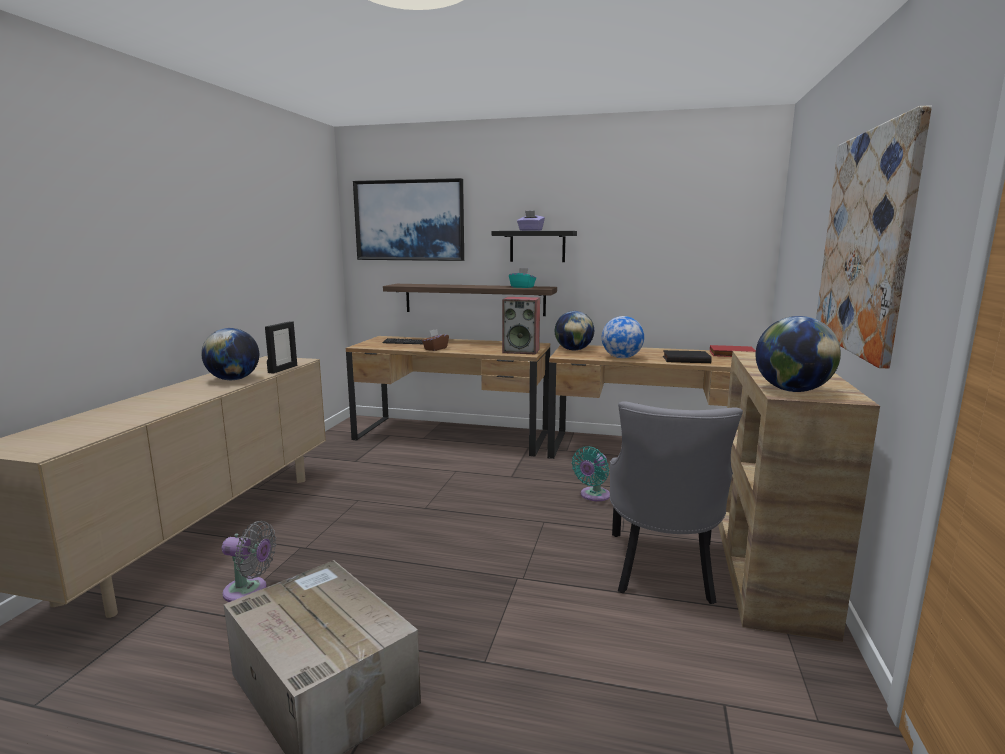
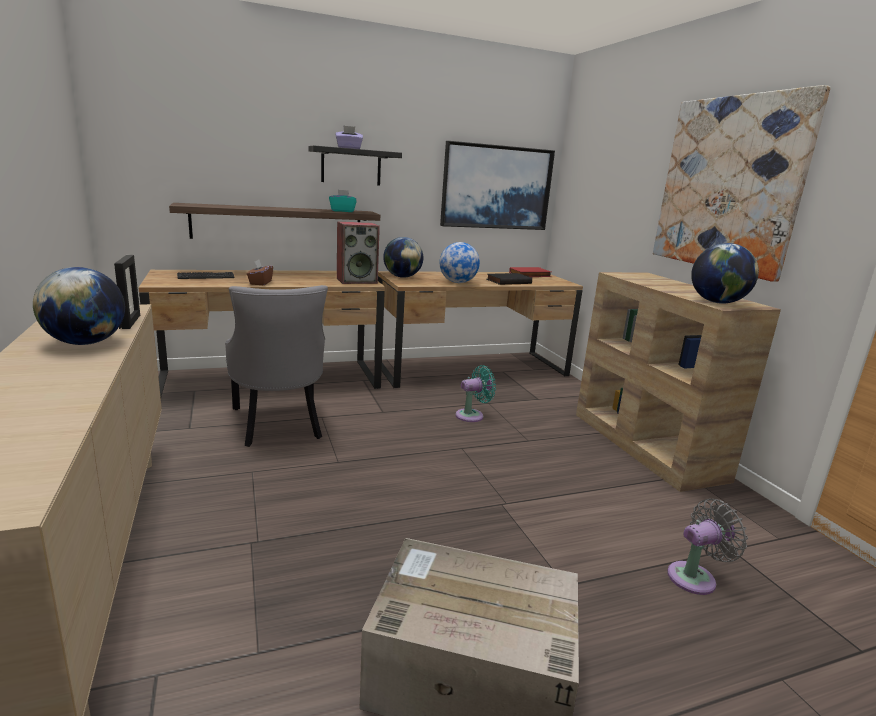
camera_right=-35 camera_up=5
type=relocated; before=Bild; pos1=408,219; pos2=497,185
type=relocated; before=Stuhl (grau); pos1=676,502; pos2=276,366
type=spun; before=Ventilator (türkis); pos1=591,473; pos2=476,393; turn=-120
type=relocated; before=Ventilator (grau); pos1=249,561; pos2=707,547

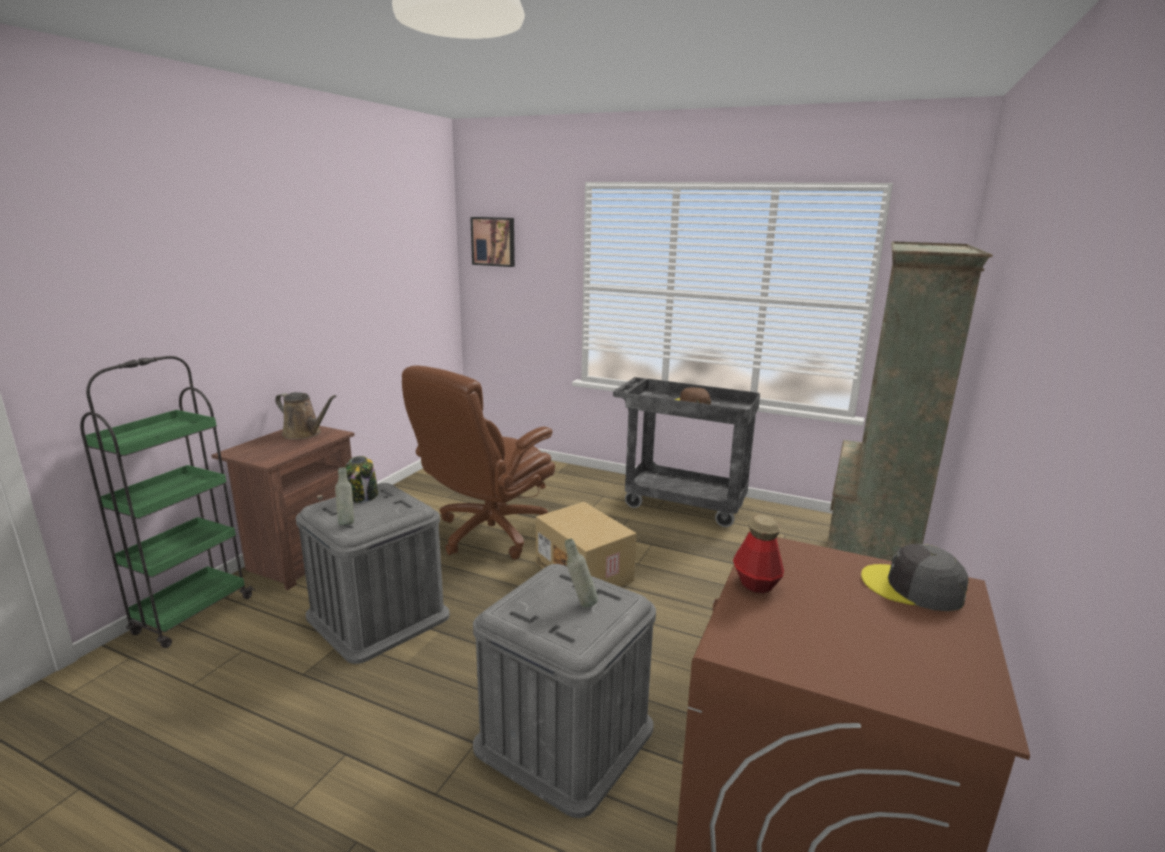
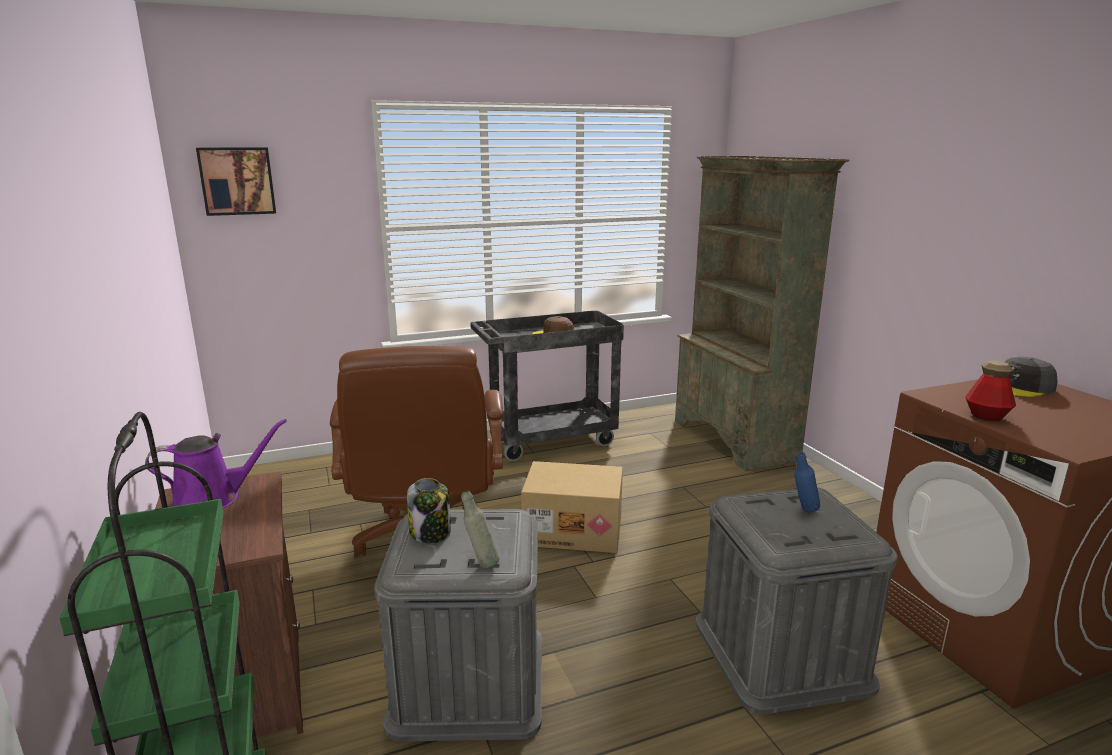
camera_right=-45 camera_up=0
type=colour; before=Gießkanne (braun); after=Gießkanne (lila); pos1=305,416; pos2=216,463
type=colour; before=Flasche (grau); after=Flasche (blau); pos1=581,573; pos2=807,481

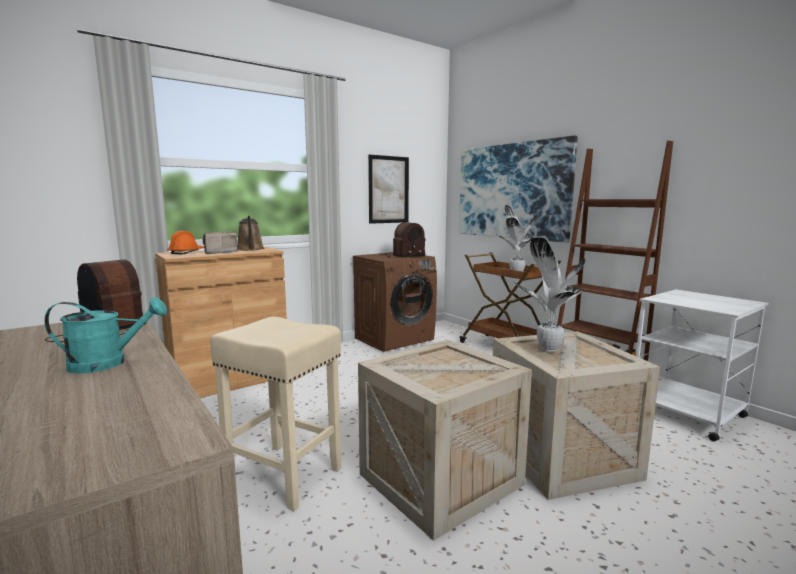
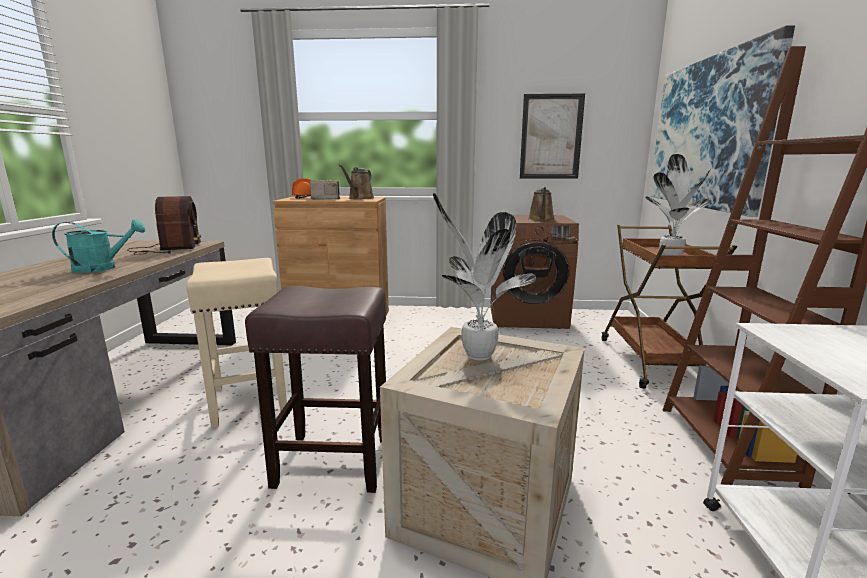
camera_right=40 camera_up=5
type=exchanged; before=Radio; after=Gießkanne (braun); pos1=402,240; pos2=541,204
type=spun; before=Gießkanne (türkis); pos1=105,335; pos2=98,246; turn=-45
type=exchanged; before=Kiste; after=Hocker (braun); pos1=445,440; pos2=315,389

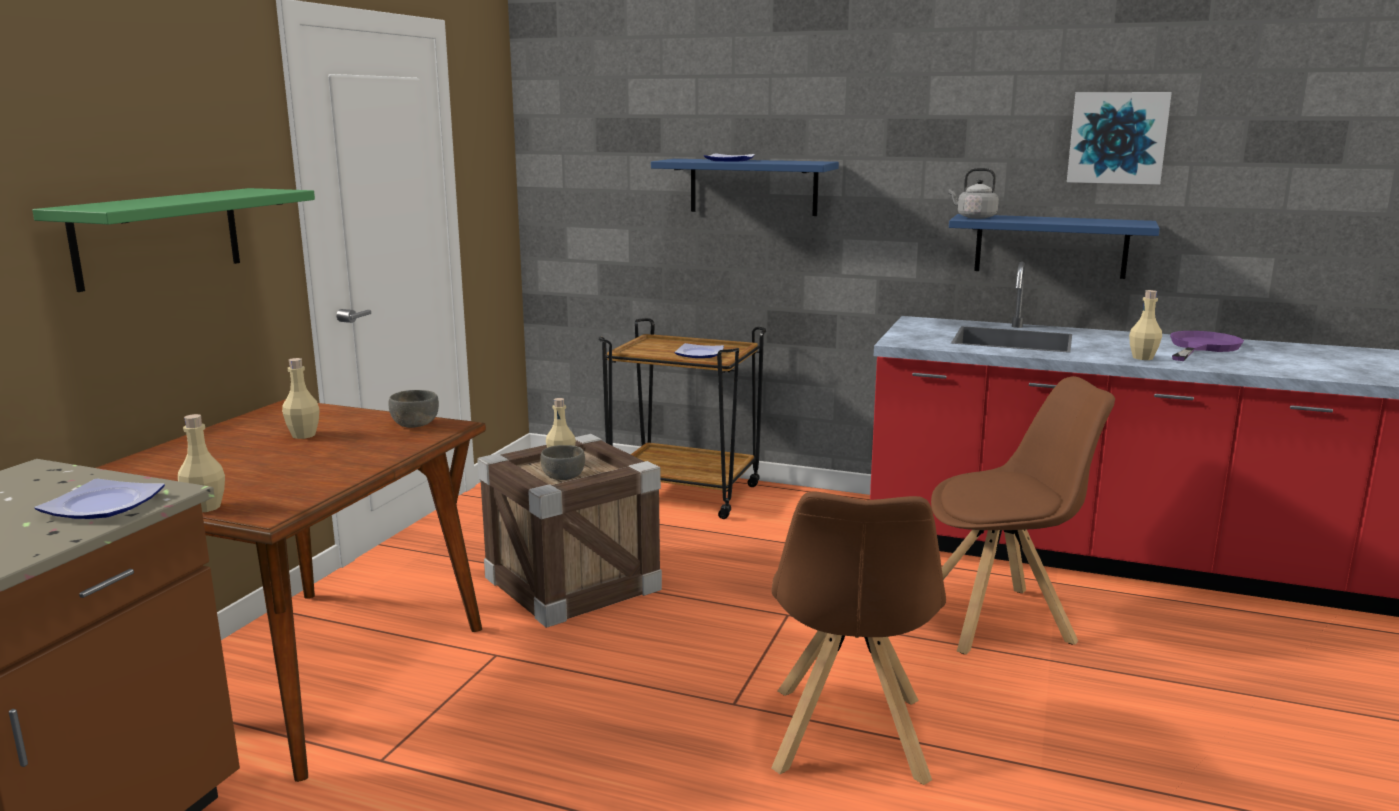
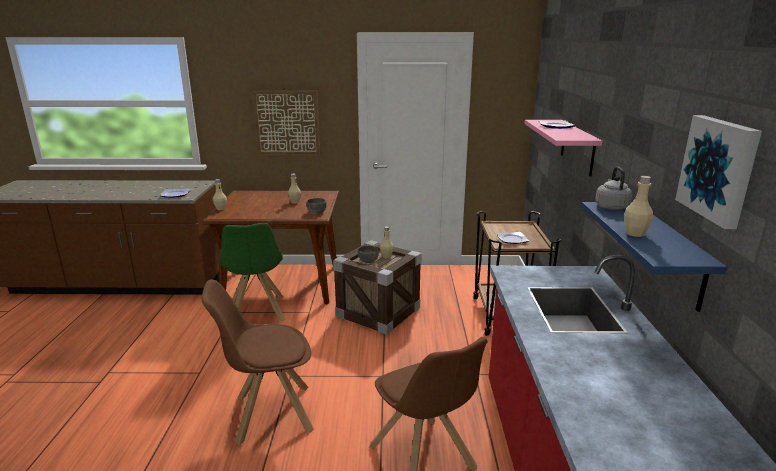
camera_right=70 camera_up=5
type=colour; before=Wandregal (blau); after=Wandregal (rosa); pos1=745,187; pos2=563,148
type=exchanged; before=Wandregal (grün); after=Bild; pos1=173,240; pos2=286,121
type=relocated; before=Flasche (beige); pos1=1145,325; pos2=638,206
type=missing; before=Pfanne (lila); pos1=1207,346
type=appeared; after=Stuhl (grün); pos2=253,272

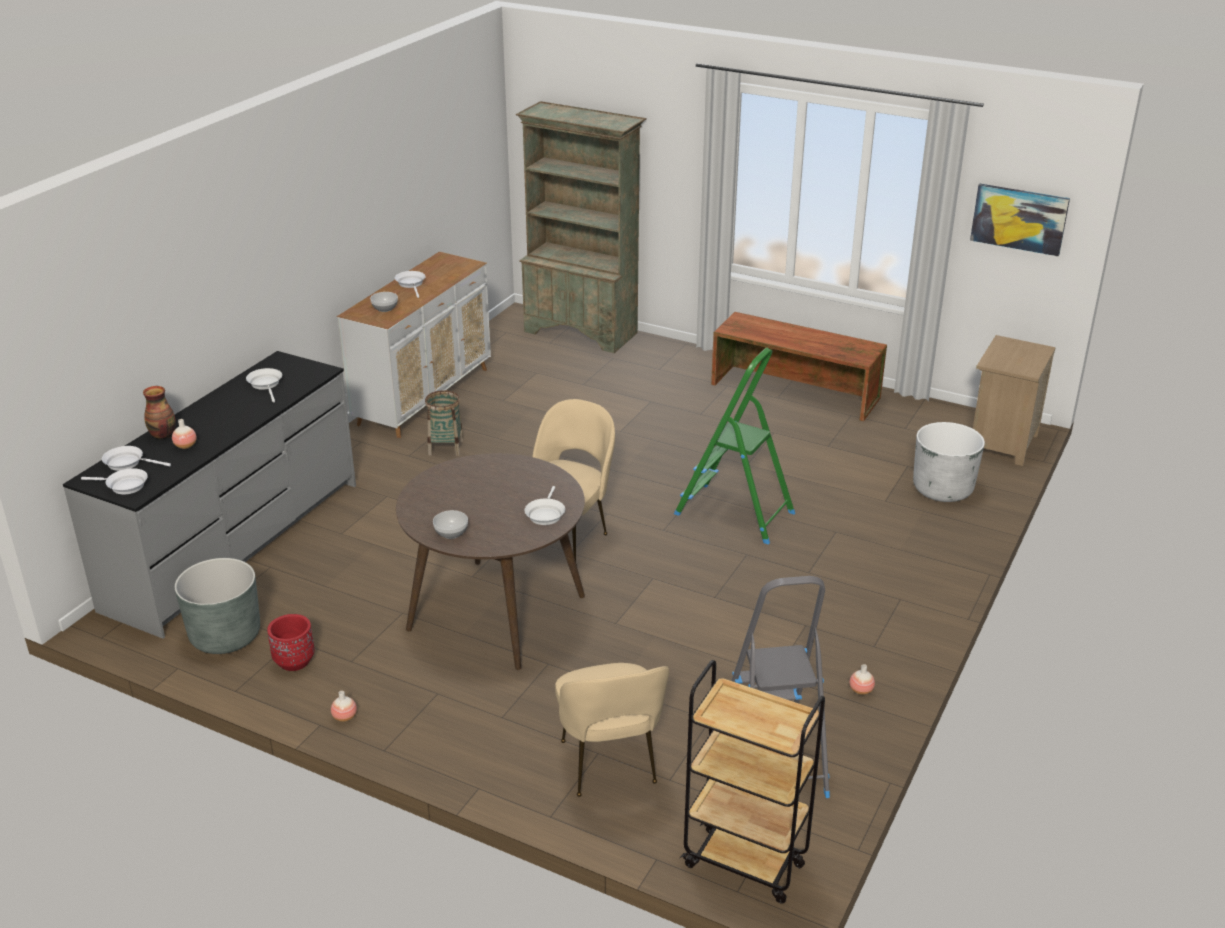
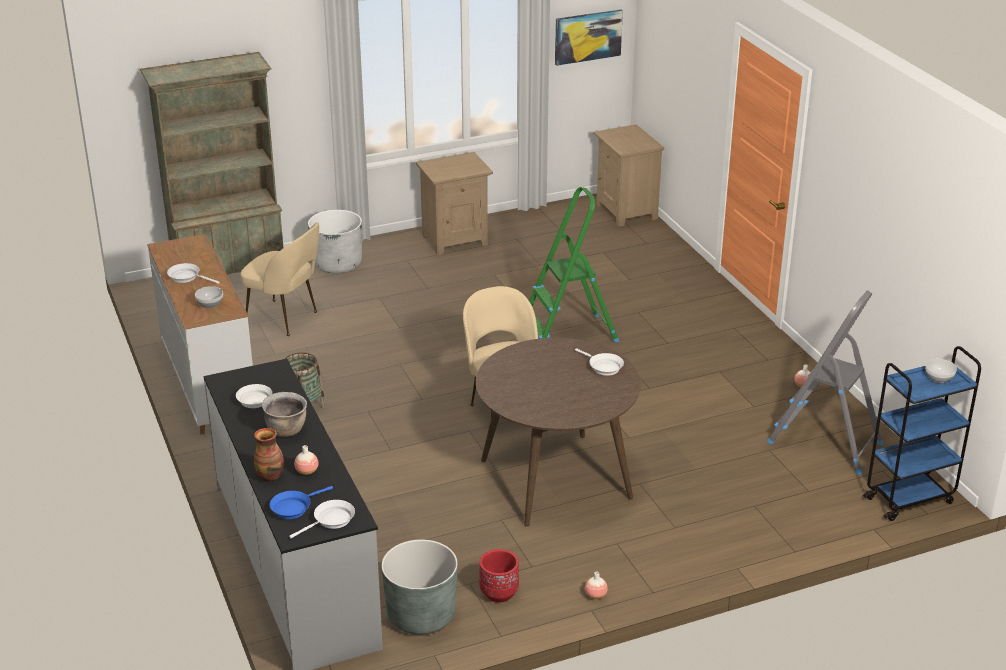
camera_right=-50 camera_up=0
type=exchanged; before=Bank (braun); after=Nachttisch (beige); pos1=799,366; pos2=454,203
type=relocated; before=Pflanzkübel (weiß); pos1=949,462; pos2=335,241
type=colour; before=Pfanne (weiß); after=Pfanne (blau); pos1=136,458; pos2=301,502
type=relocated; before=Schüssel; pos1=450,524; pos2=941,371
type=colour; before=Rollwagen (braun); after=Rollwagen (blau); pos1=752,782; pos2=922,433
type=relocated; before=Stuhl (beige); pos1=612,730; pos2=280,279
type=appeared; after=Kochtopf (braun); pos2=284,414

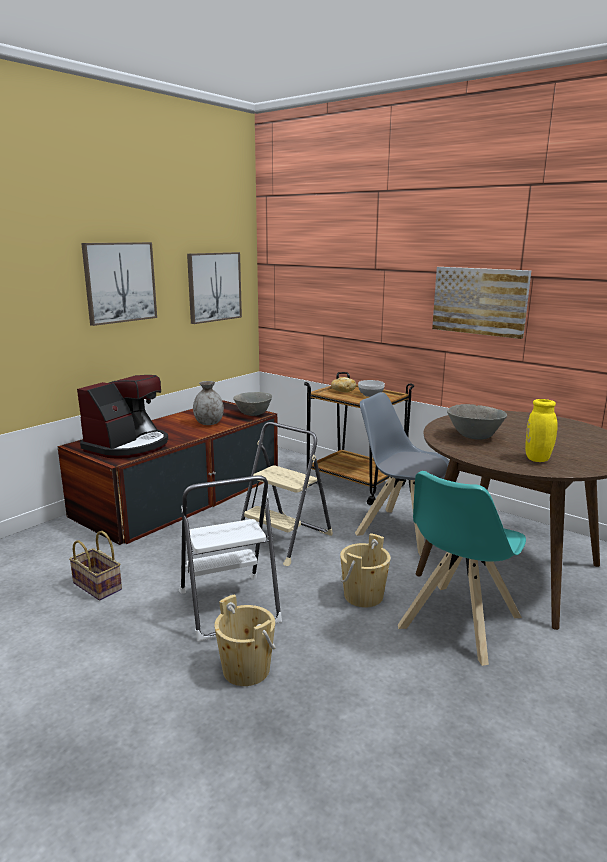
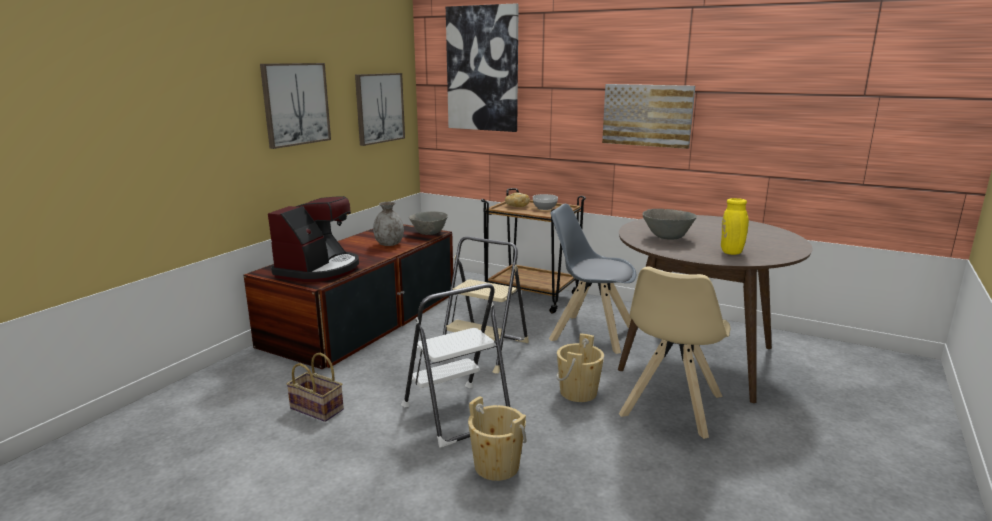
camera_right=-10 camera_up=0
type=colour; before=Stuhl (türkis); after=Stuhl (beige); pos1=462,568; pos2=674,353
type=appeared; after=Bild; pos2=482,67

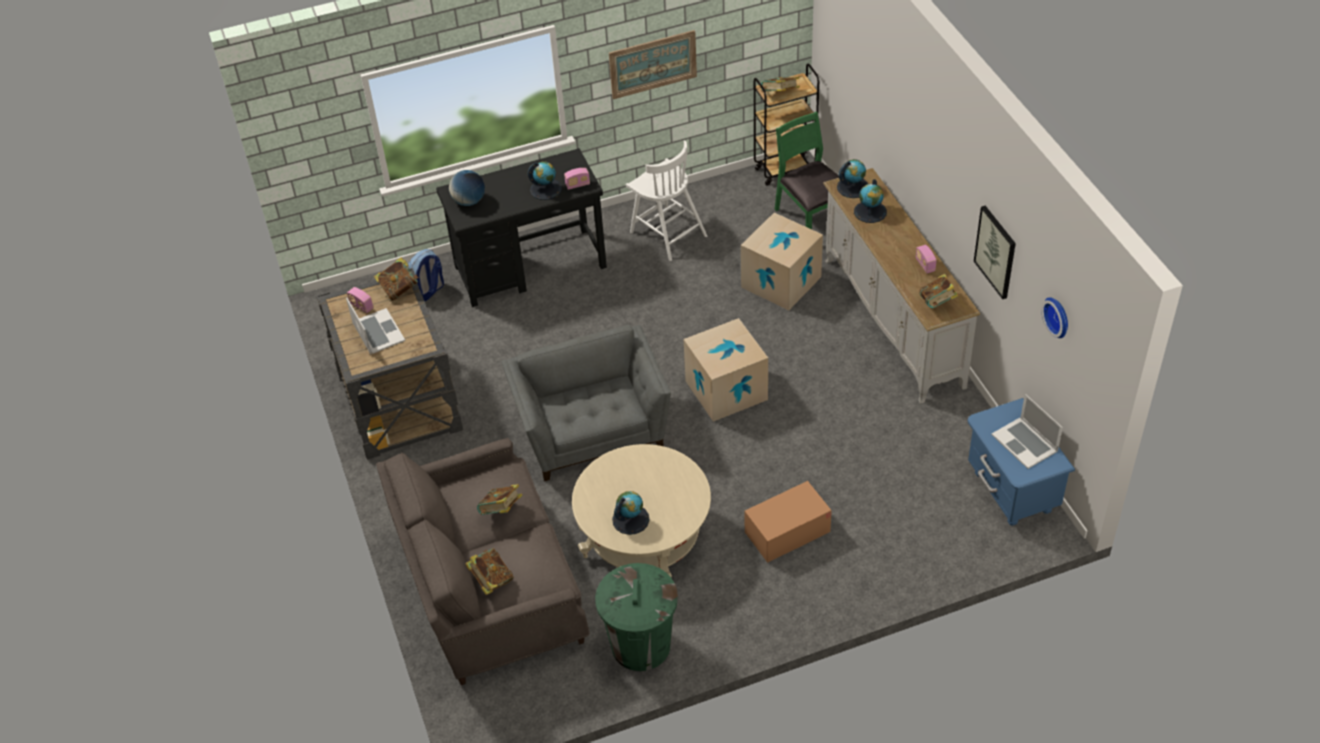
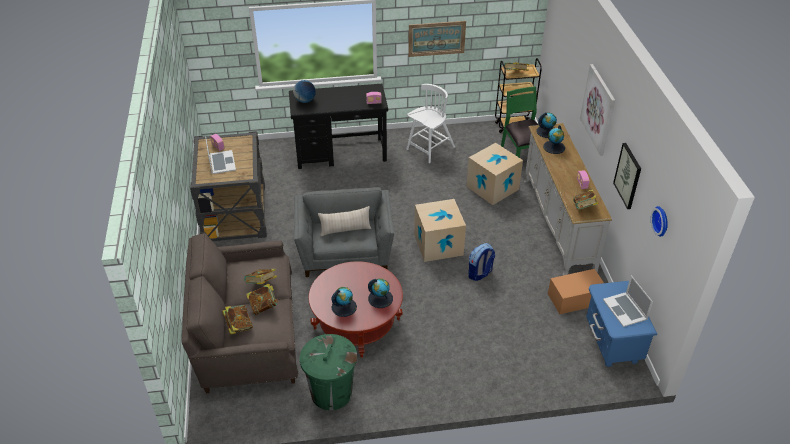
camera_right=10 camera_up=-5
type=spun; before=Stuhl (weiß); pos1=666,200; pos2=430,123; turn=-105
type=relocated; before=Globus; pos1=545,181; pos2=380,293
type=relocated; before=Rucksack; pos1=426,275; pos2=481,262
type=relocated; before=Buch; pos1=396,279; pos2=262,299
type=colour; before=Couchtisch (beige); after=Couchtisch (rot); pos1=641,511; pos2=356,309
type=relocated; before=Karton; pos1=788,522; pos2=576,291
type=appeared; after=Bild; pos2=597,110
type=appeared; after=Kissen (beige); pos2=344,221

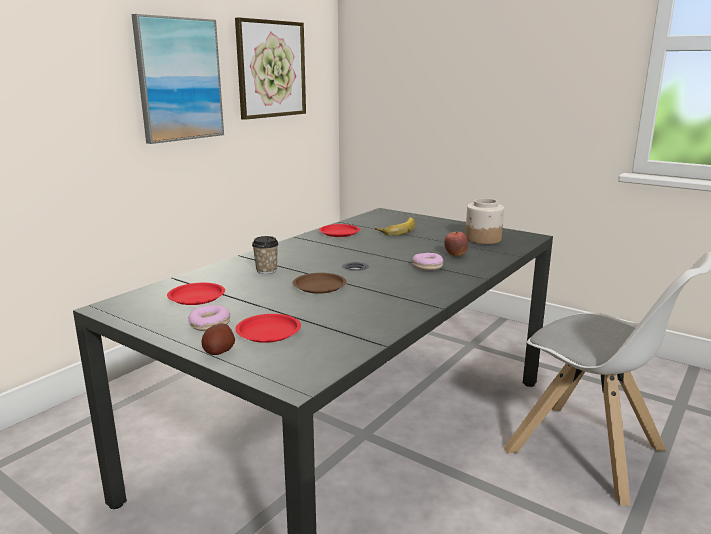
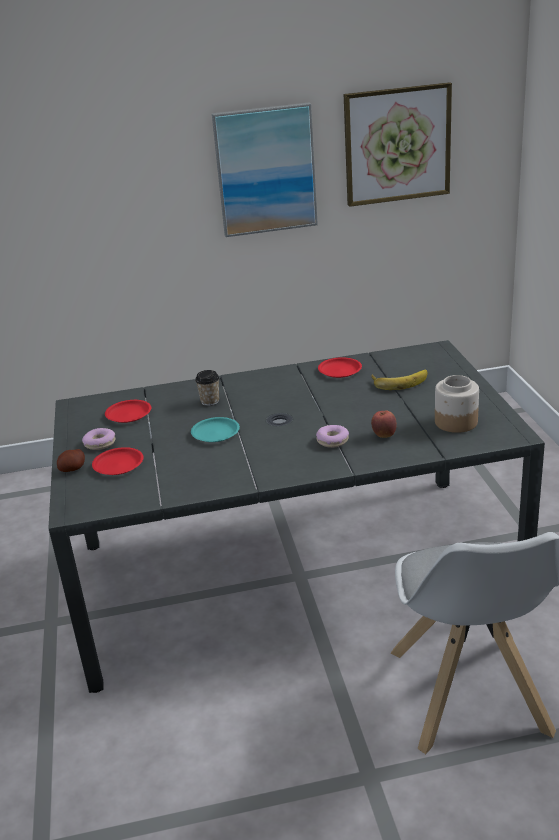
camera_right=45 camera_up=10
type=colour; before=Teller (braun); after=Teller (türkis); pos1=319,283; pos2=215,429

